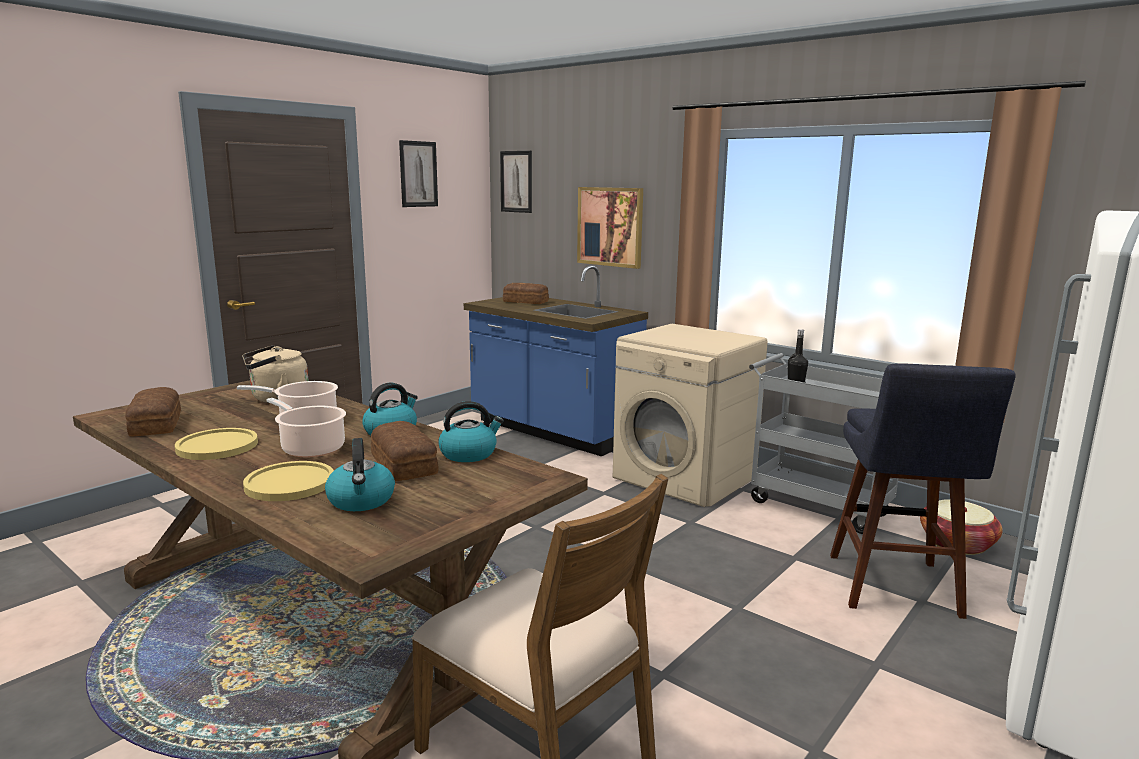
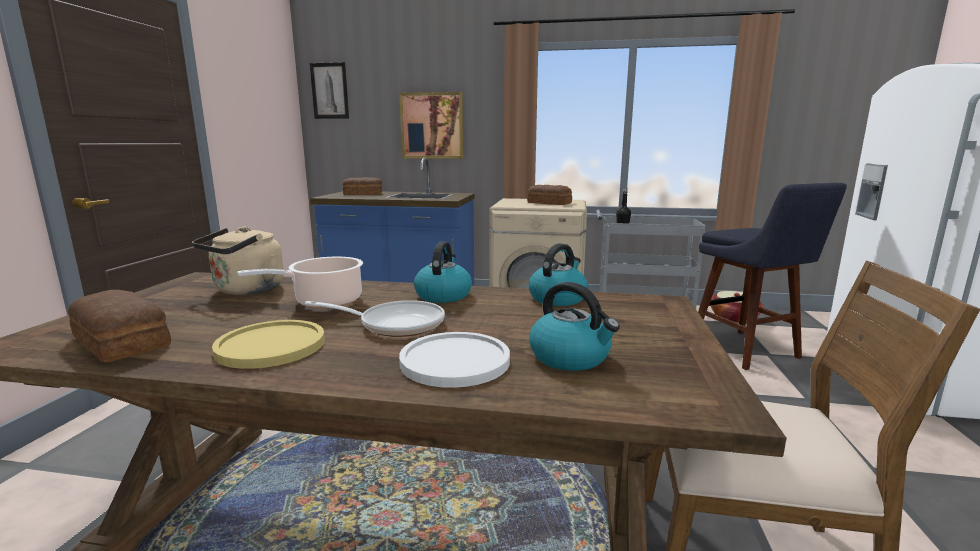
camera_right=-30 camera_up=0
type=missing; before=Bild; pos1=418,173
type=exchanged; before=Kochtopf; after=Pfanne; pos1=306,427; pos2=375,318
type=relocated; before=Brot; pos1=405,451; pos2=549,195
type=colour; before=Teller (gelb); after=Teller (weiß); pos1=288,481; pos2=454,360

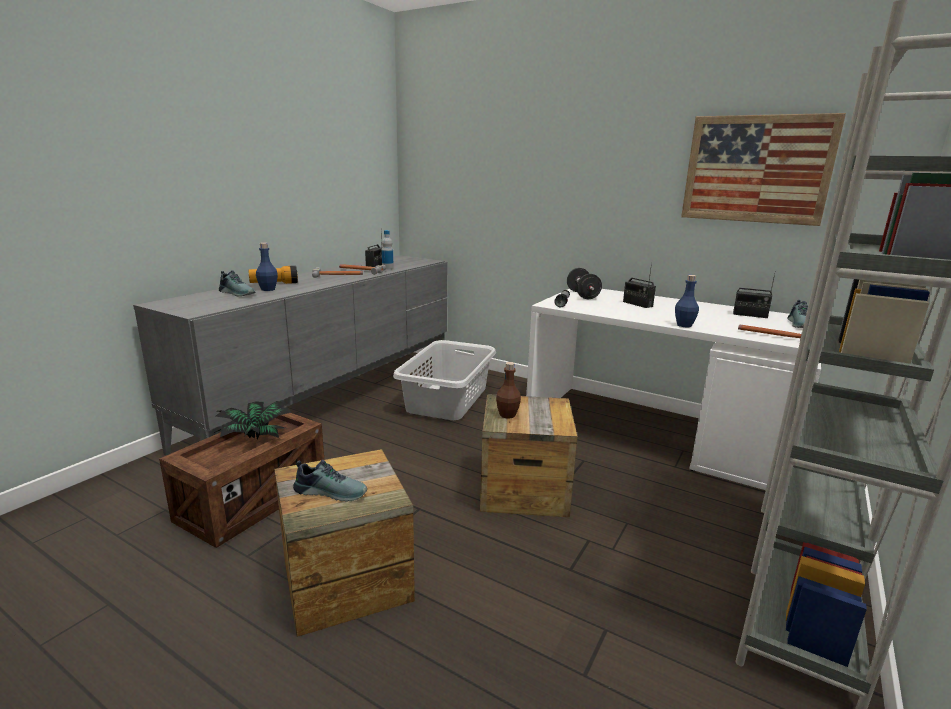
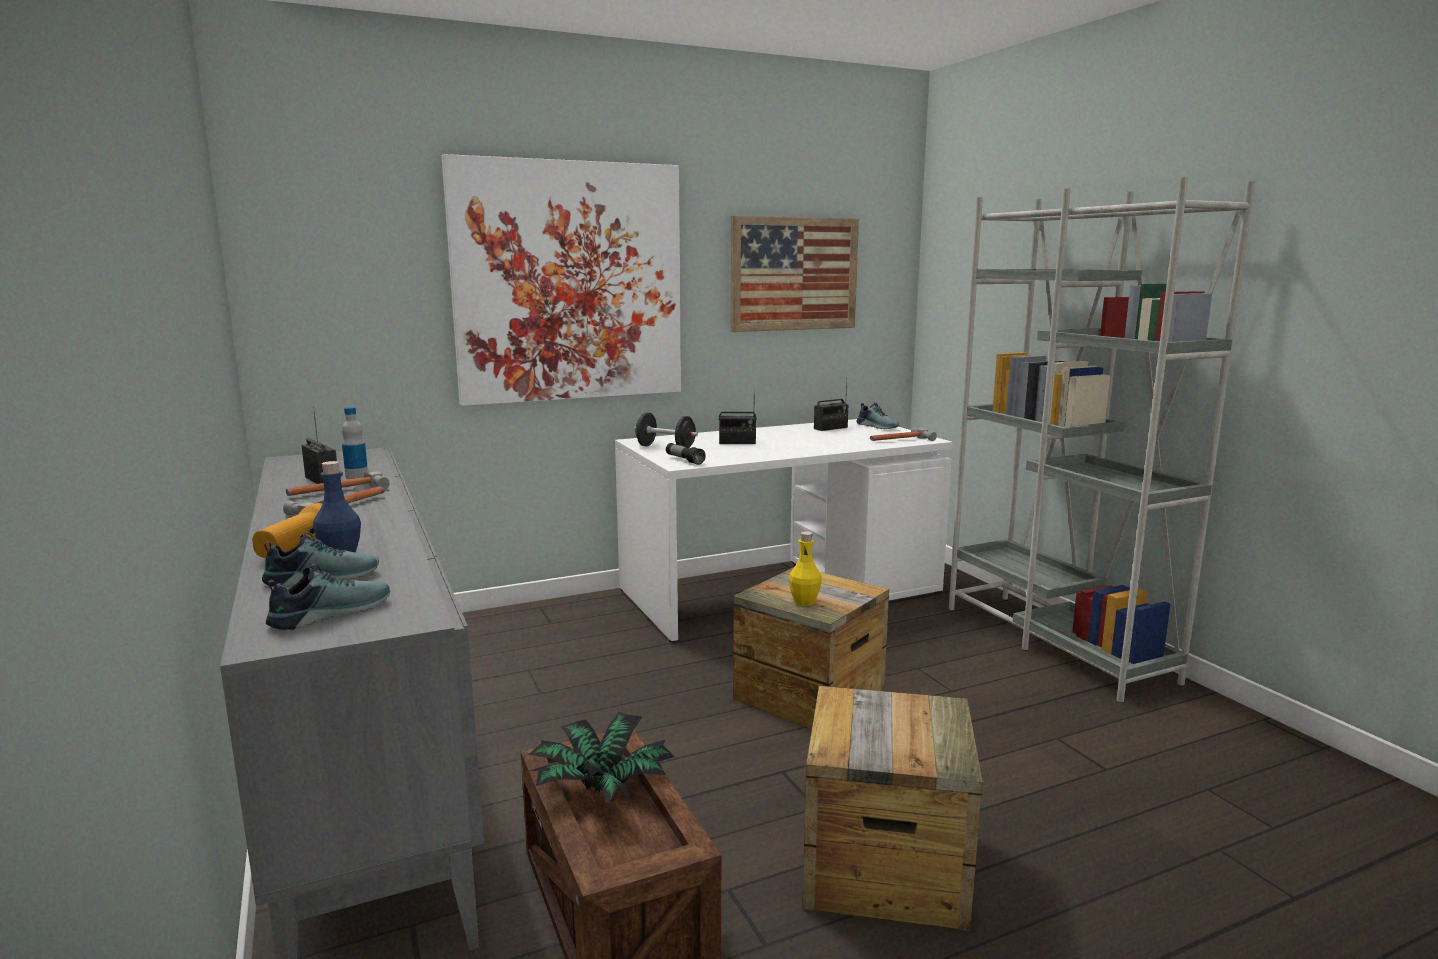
camera_right=-55 camera_up=-5
type=missing; before=Flasche (blau); pos1=687,301
type=missing; before=Wäschekorb (grau); pos1=444,380
type=colour; before=Flasche (braun); after=Flasche (gelb); pos1=508,390; pos2=805,568
type=relocated; before=Schuh; pos1=330,481; pos2=328,597
type=appeared; after=Bild; pos2=561,280

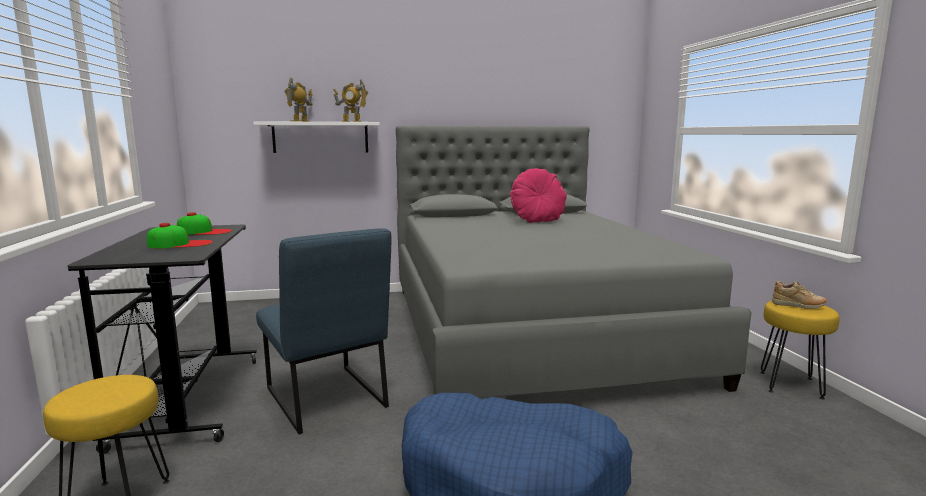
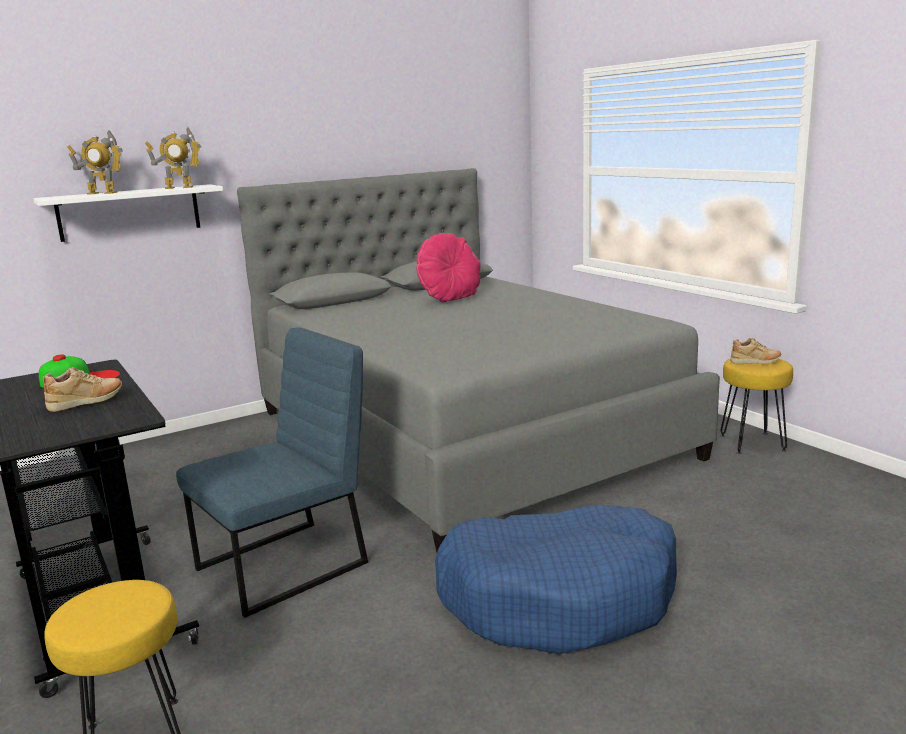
camera_right=-20 camera_up=5
type=spun; before=Spielzeugroboter; pos1=298,100; pos2=95,162; turn=-90
type=exchanged; before=Kappe; after=Schuh (beige); pos1=180,235; pos2=82,389
type=spun; before=Stuhl (blau); pos1=323,331; pos2=272,472; turn=-75

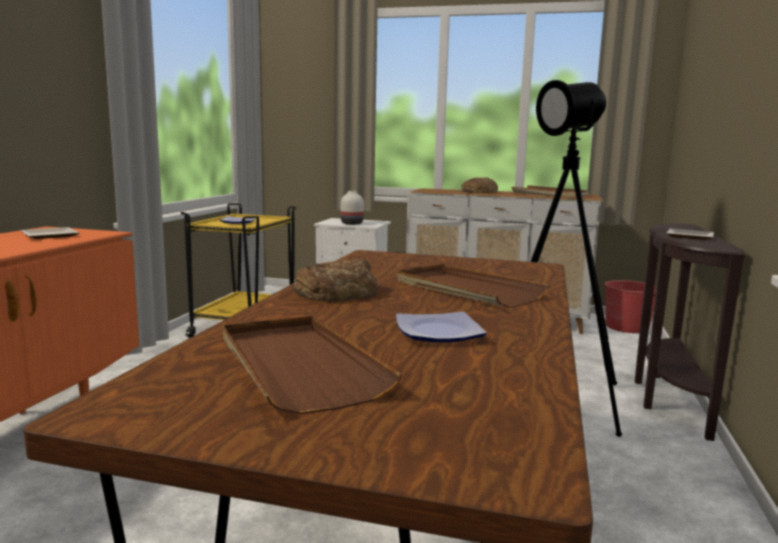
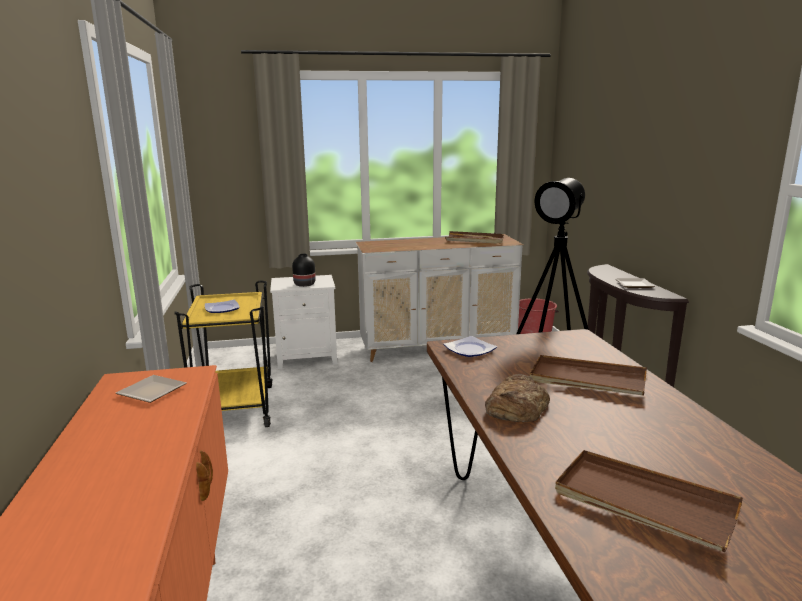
camera_right=-25 camera_up=5
type=missing; before=Brot; pos1=479,185
type=colour; before=Vase (weiß); after=Vase (schwarz); pos1=352,208; pos2=304,270
type=relocated; before=Teller; pos1=441,327; pos2=470,346

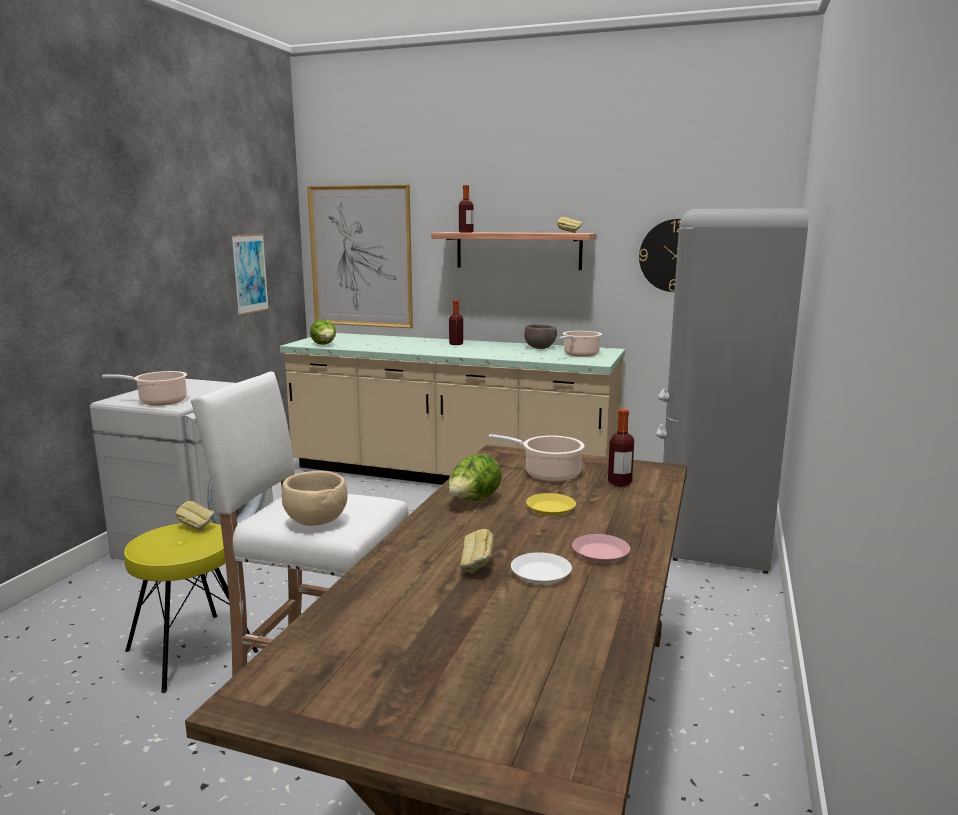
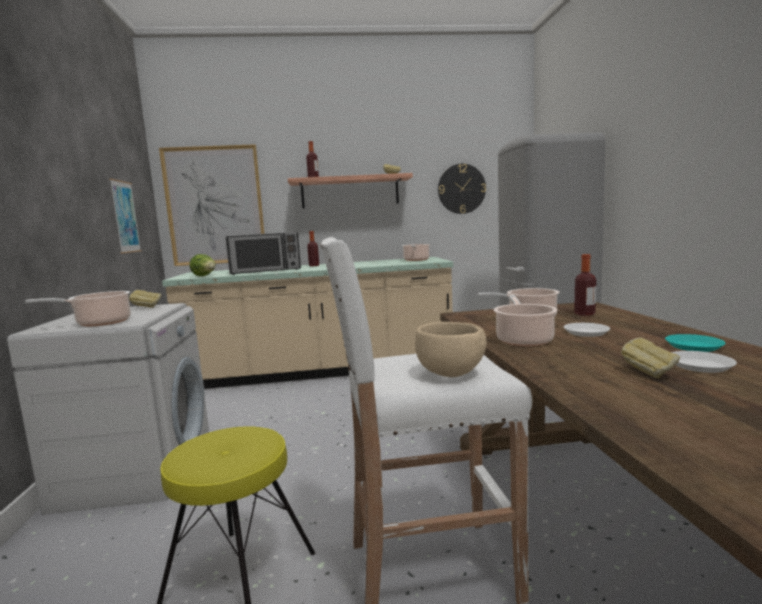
camera_right=-25 camera_up=-5
type=missing; before=Schüssel (braun); pos1=540,336
type=exchanged; before=Salatkopf; after=Kochtopf; pos1=475,476; pos2=525,320
type=colour; before=Teller (gelb); after=Teller (weiß); pos1=551,504; pos2=587,330
type=relocated; before=Brot; pos1=195,516; pos2=145,299
type=colour; before=Teller (rosa); after=Teller (türkis); pos1=601,548; pos2=695,343
type=appeared; after=Mikrowelle; pos2=263,253

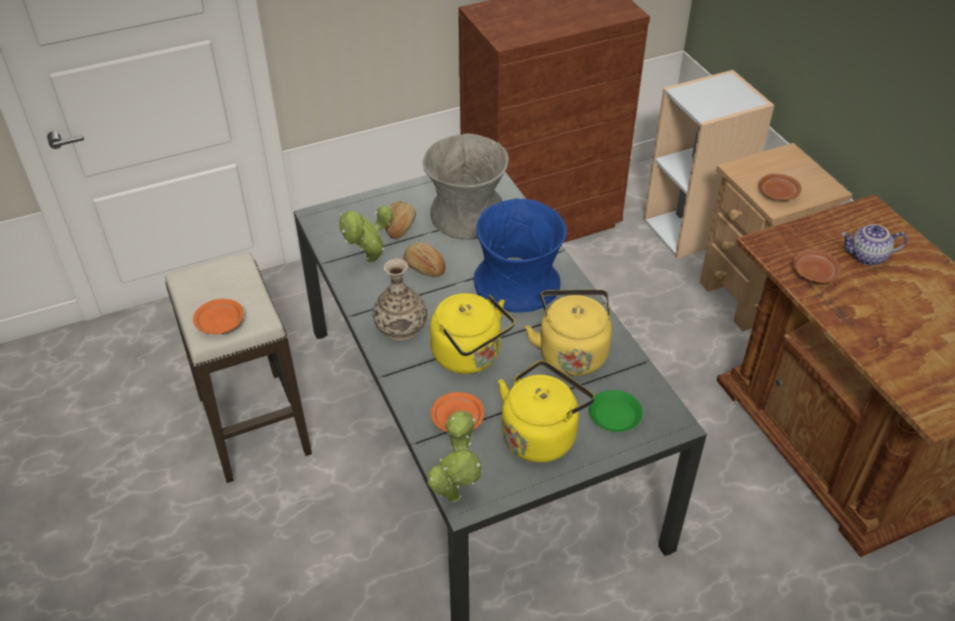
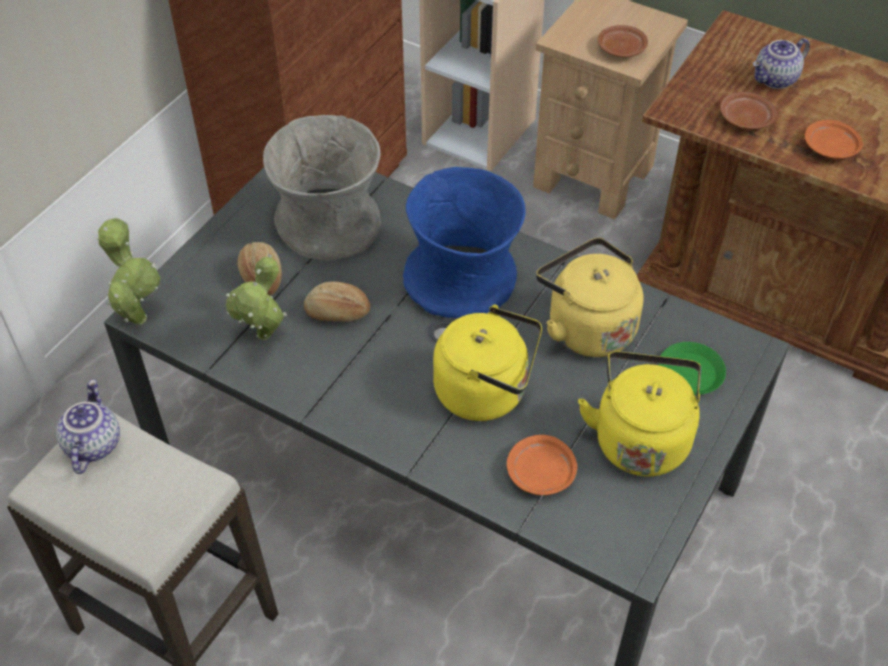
camera_right=-35 camera_up=5
type=missing; before=Vase; pos1=400,300
type=relocated; before=Teller (orange); pos1=218,316; pos2=834,139
type=relocated; before=Topfpflanze; pos1=454,457; pos2=128,271
type=appeared; after=Teekanne; pos2=88,426

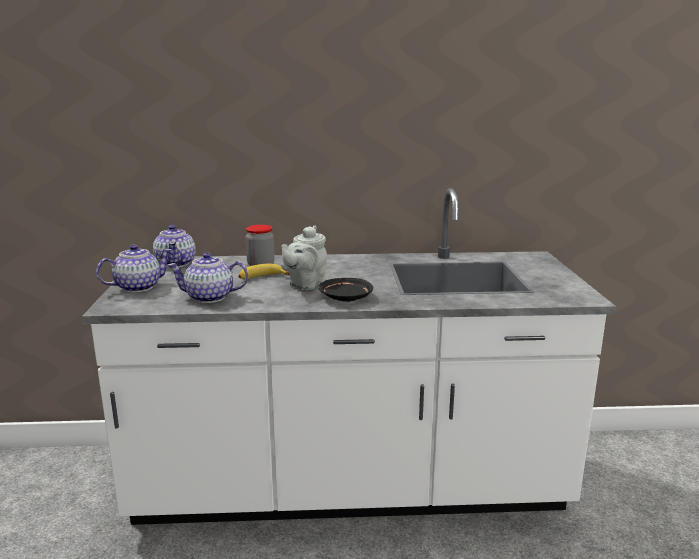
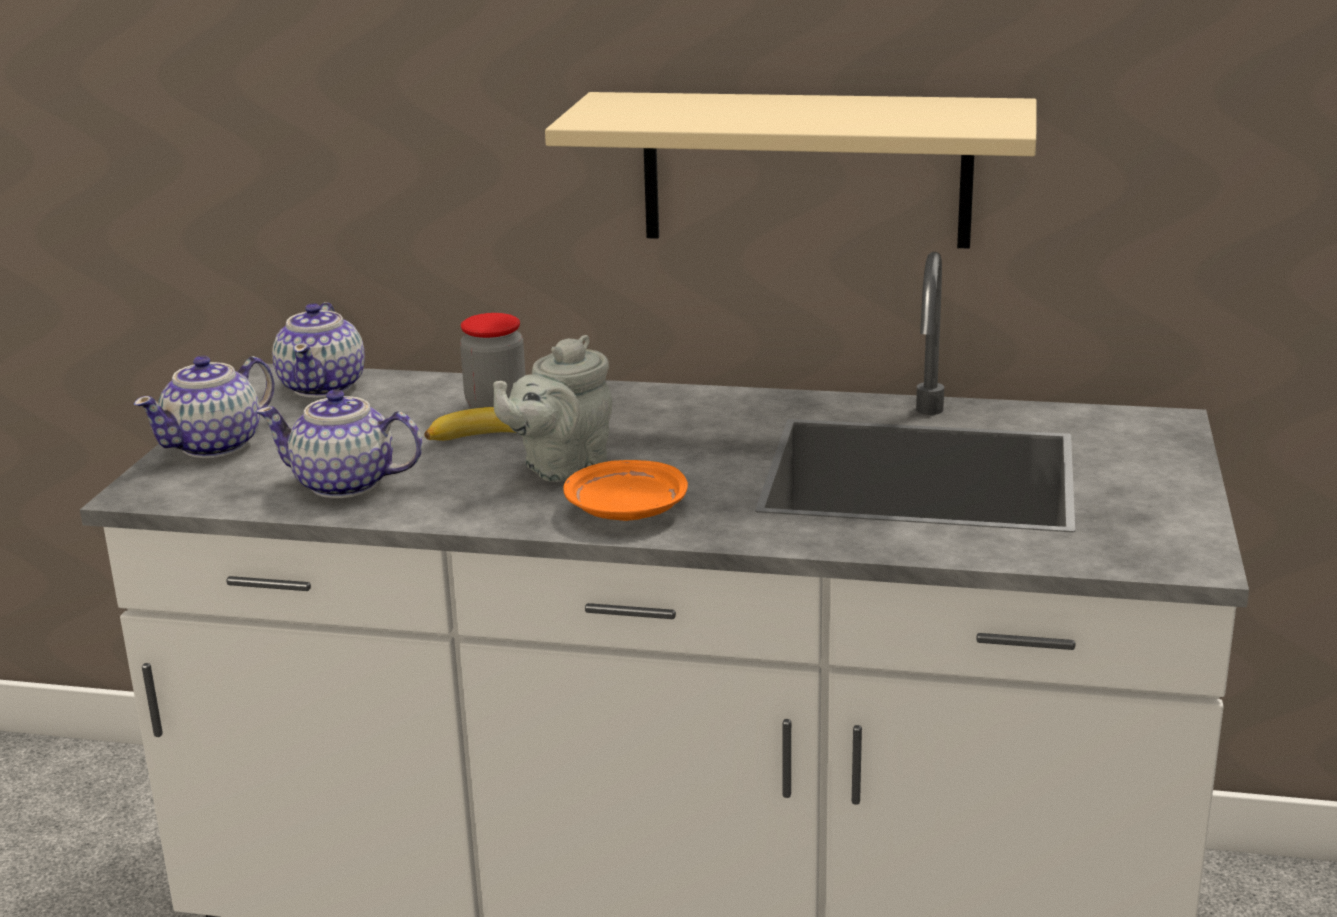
camera_right=15 camera_up=5
type=spun; before=Teekanne; pos1=133,268; pos2=204,406; turn=150
type=colour; before=Teller (schwarz); after=Teller (orange); pos1=345,290; pos2=625,490
type=appeared; after=Wandregal (beige); pos2=791,170

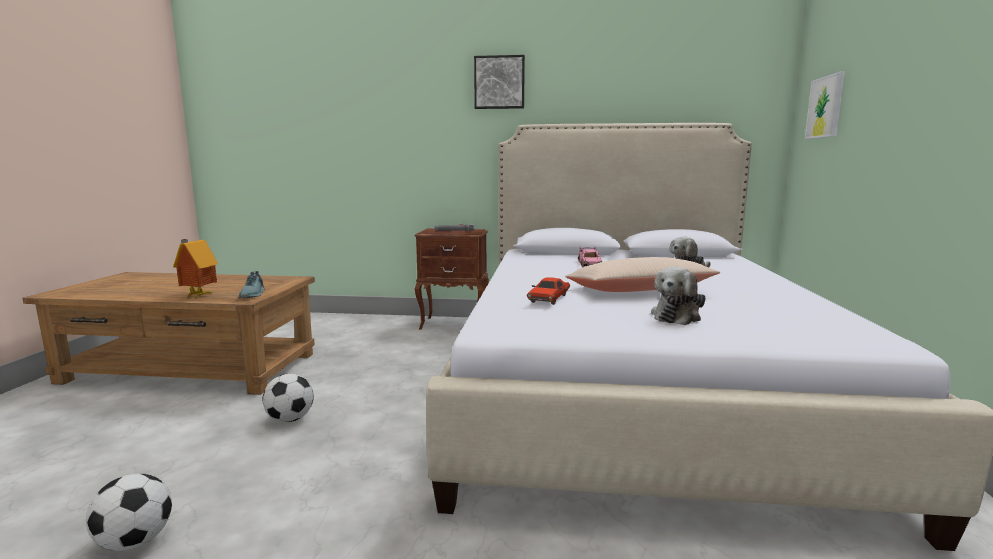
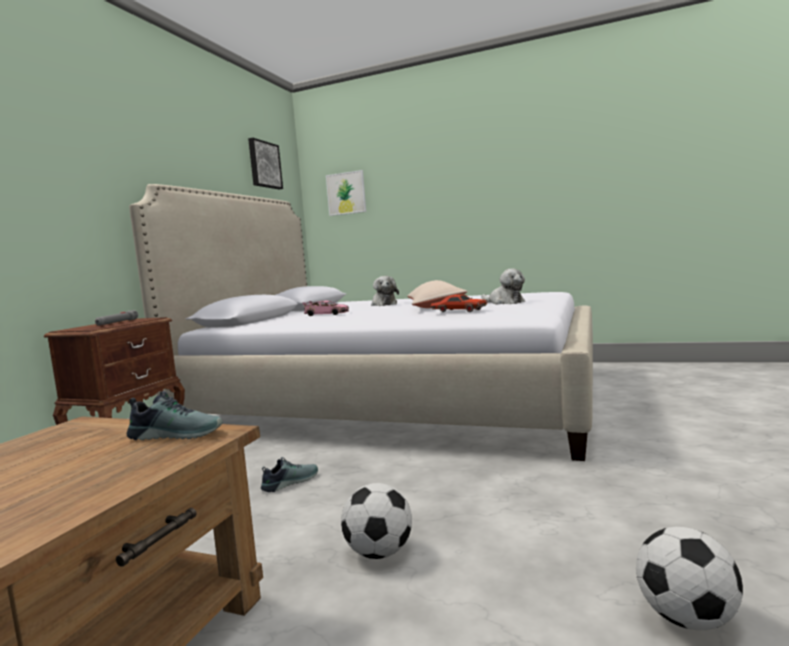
camera_right=-75 camera_up=-5
type=relocated; before=Bild; pos1=499,82; pos2=265,163
type=missing; before=Spielzeughaus; pos1=195,268
type=appeared; after=Schuh; pos2=289,474

